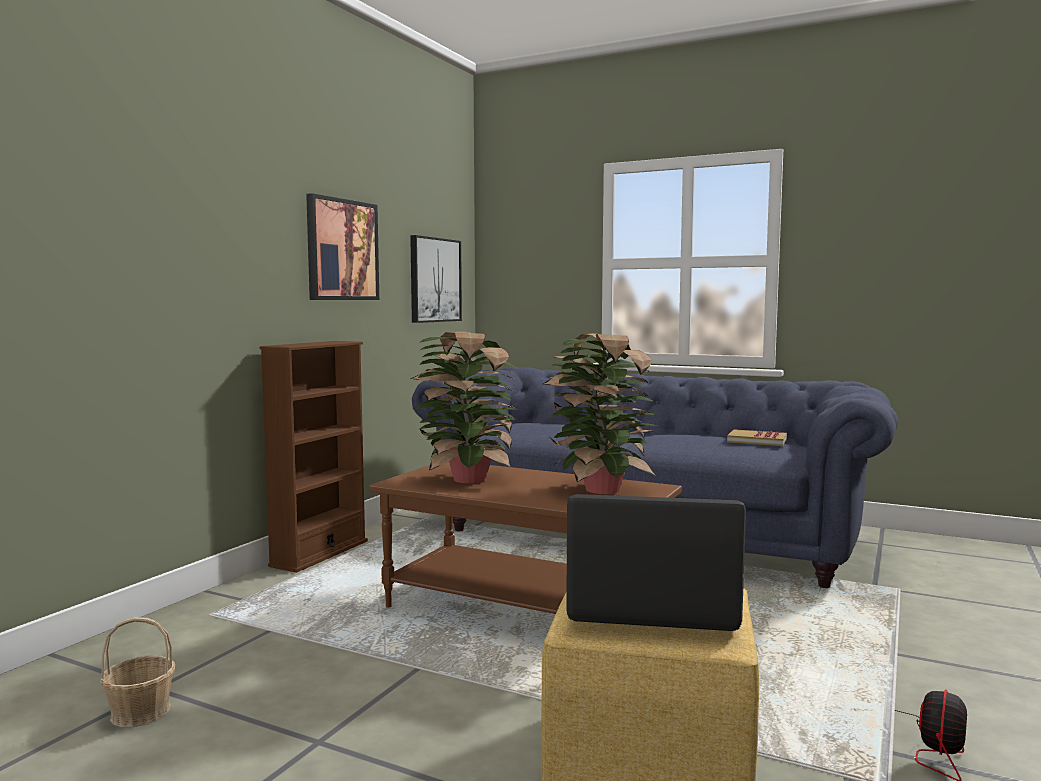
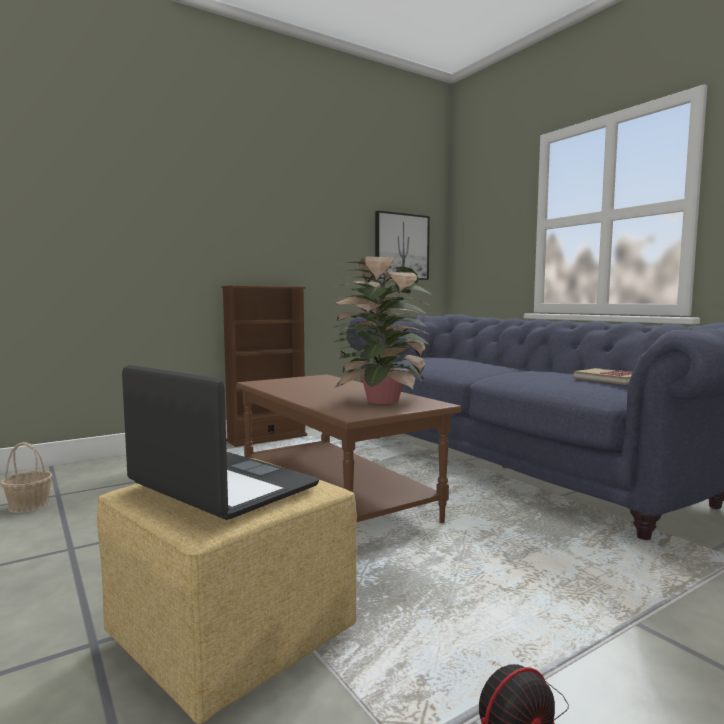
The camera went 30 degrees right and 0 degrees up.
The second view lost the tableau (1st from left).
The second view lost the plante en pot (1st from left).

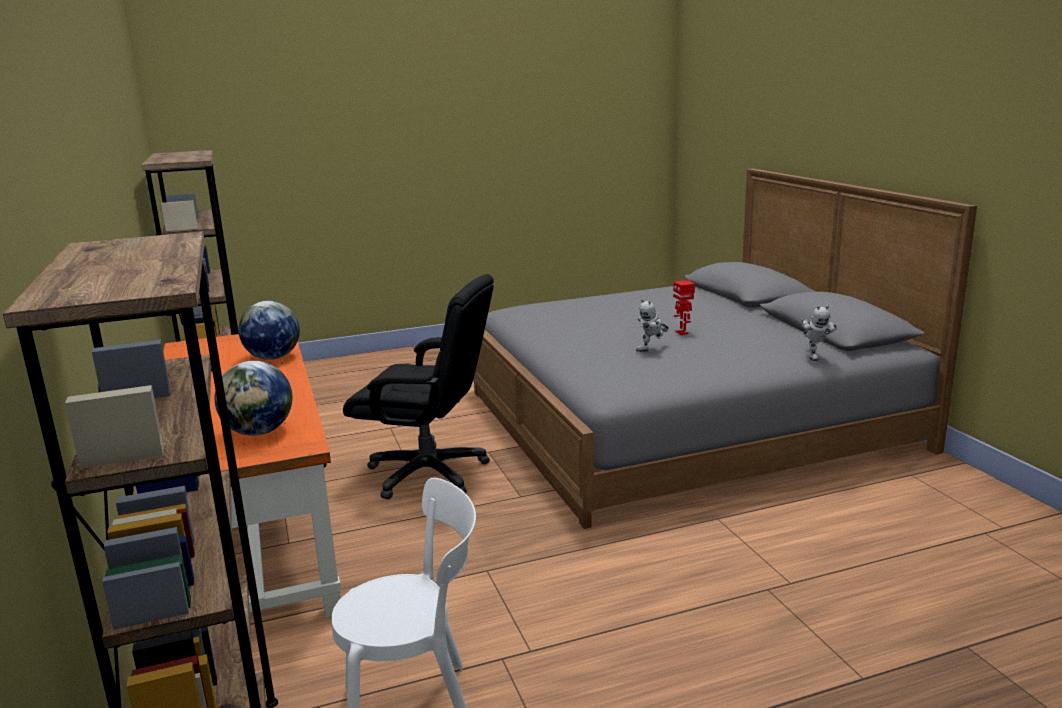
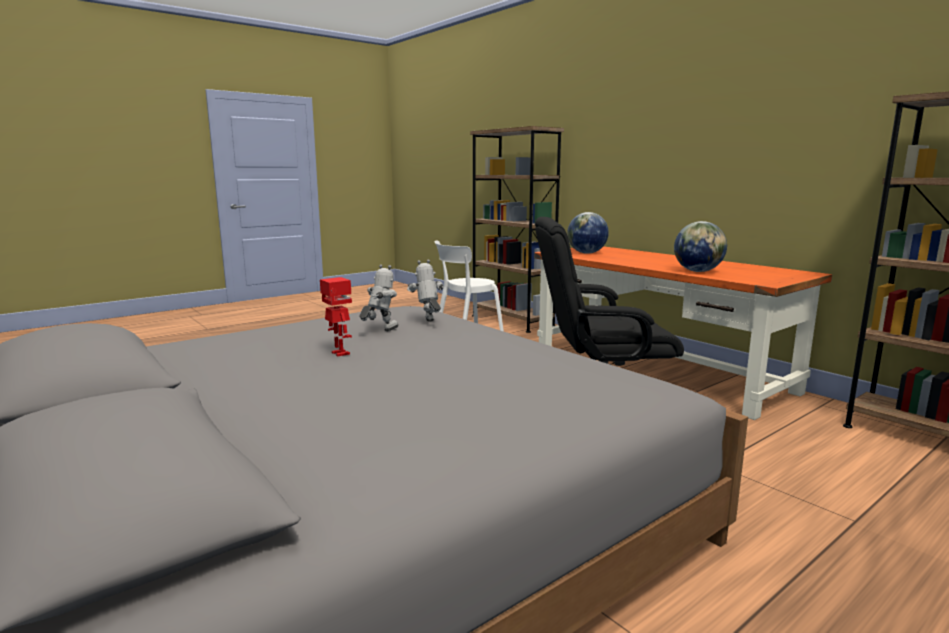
The camera went 160 degrees right and 5 degrees down.
The robot jouet (3rd from left) ended up elsewhere.

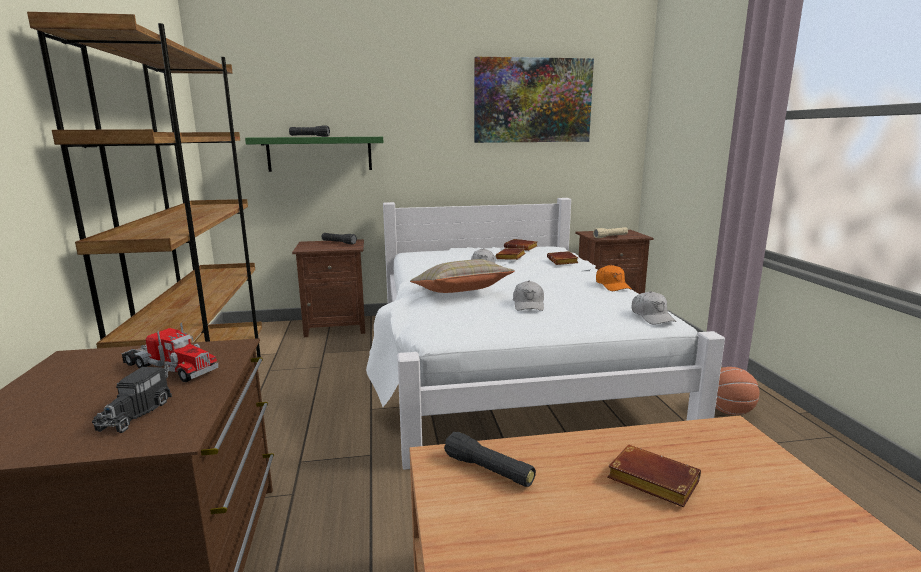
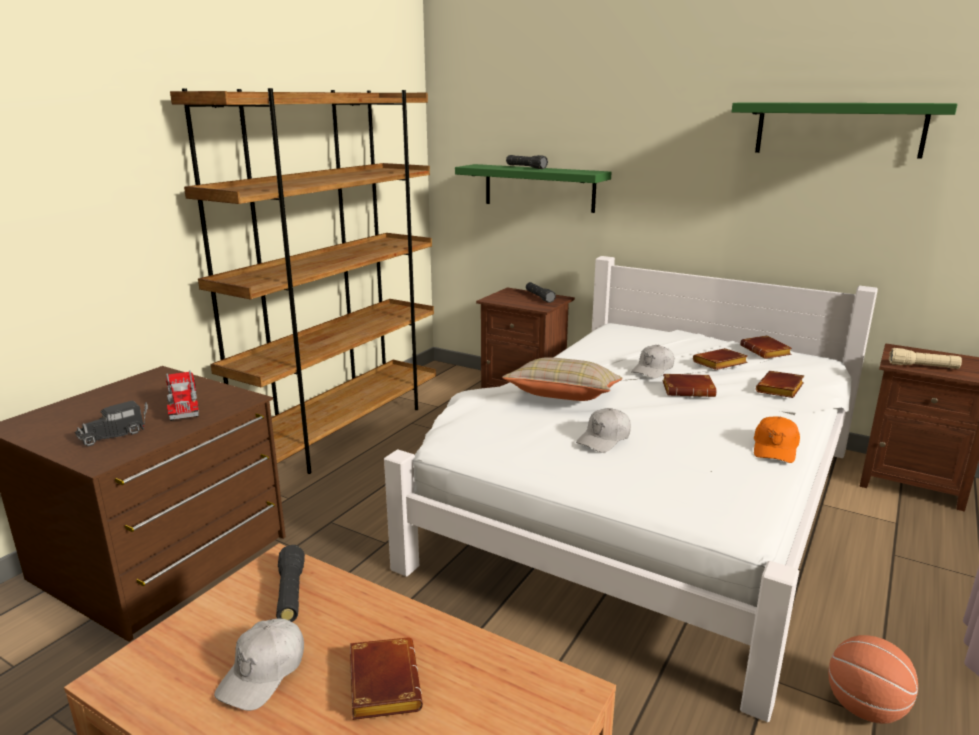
The camera went 40 degrees right and 5 degrees up.
Where the tableau hung, the étagère/vert (2nd from left) came to hang.
The casquette/blanc (3rd from left in the first image) ended up elsewhere.
The second view gained the livre/marron (2nd from left).

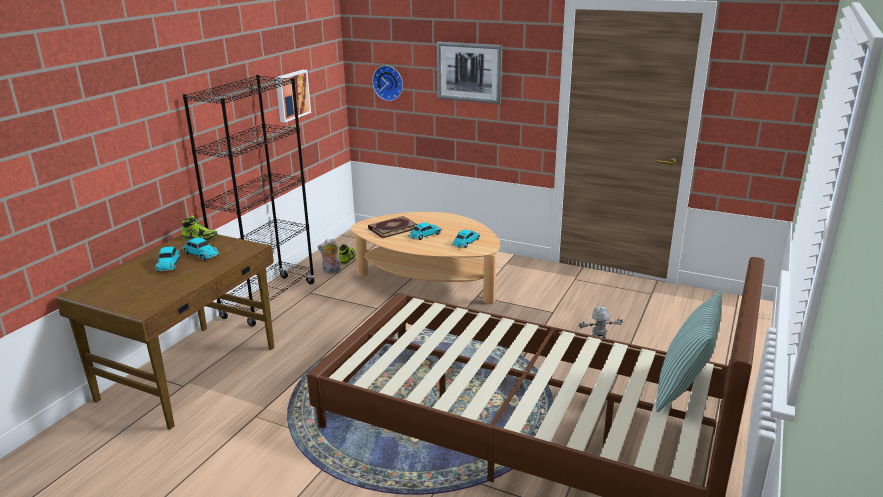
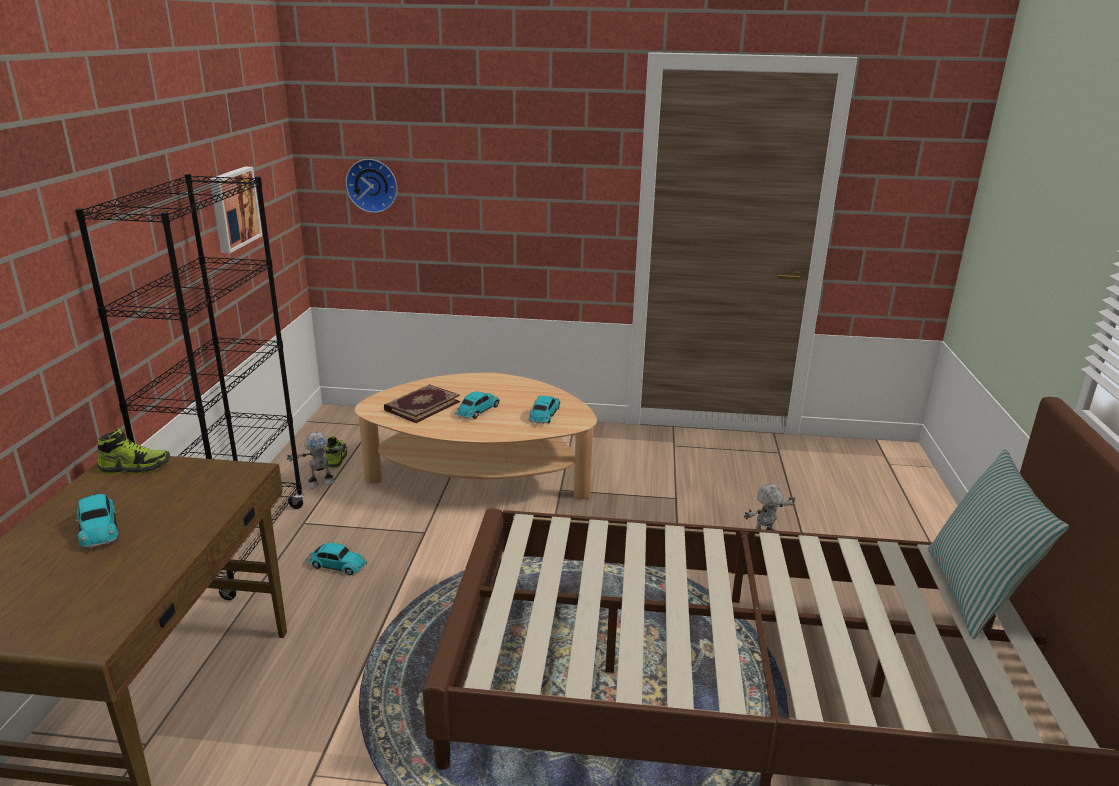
The camera went 20 degrees left and 0 degrees up.
The second view lost the tableau (2nd from left).
The petite voiture (2nd from left) ended up elsewhere.
Where the peluche stood, the robot jouet (1st from left) came to stand.

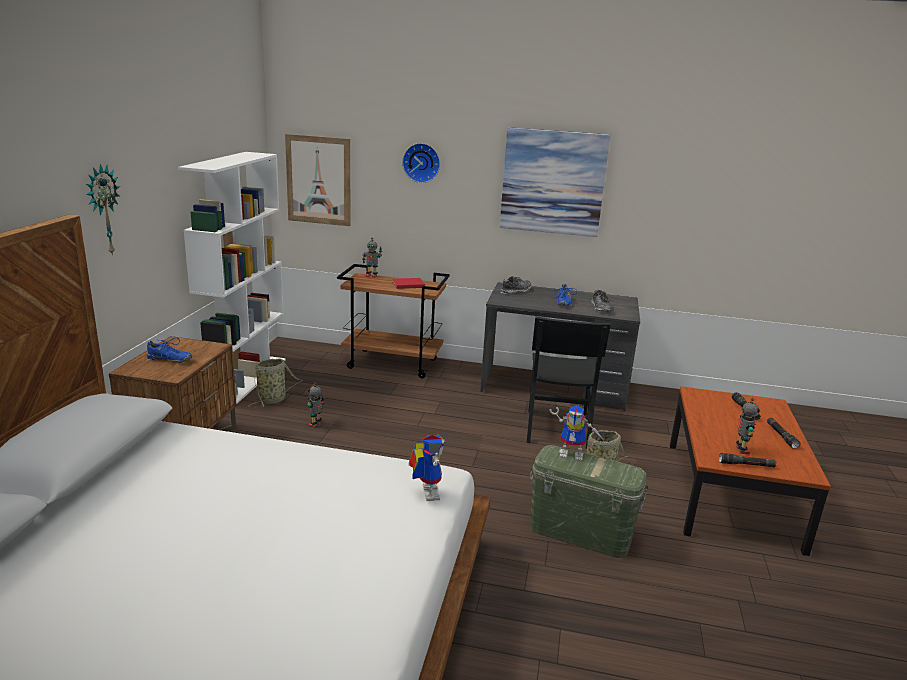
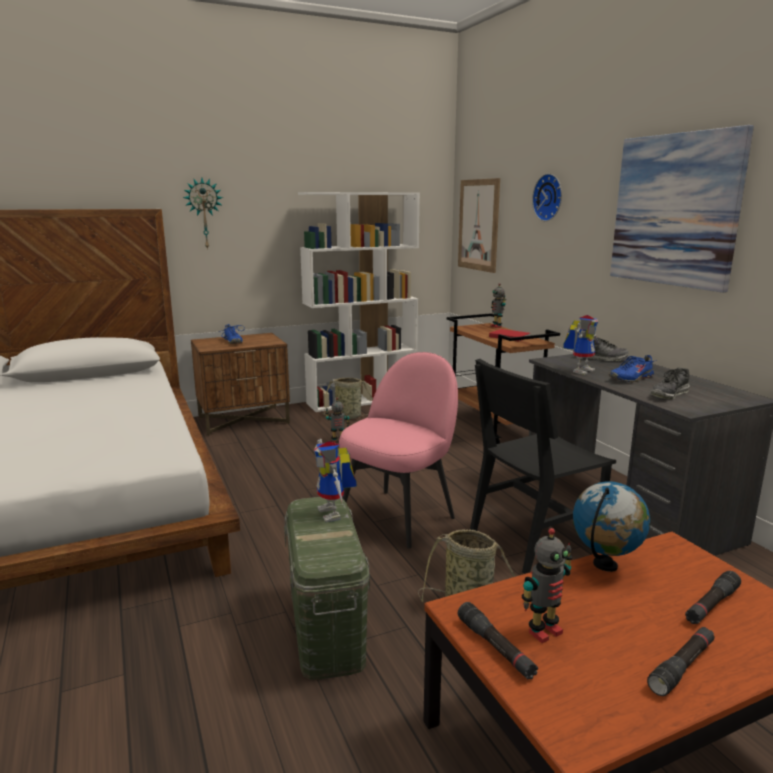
The camera went 55 degrees right and 5 degrees down.
The robot jouet (3rd from left in the first image) ended up elsewhere.
The second view gained the chaise/rose.
The second view gained the globe.

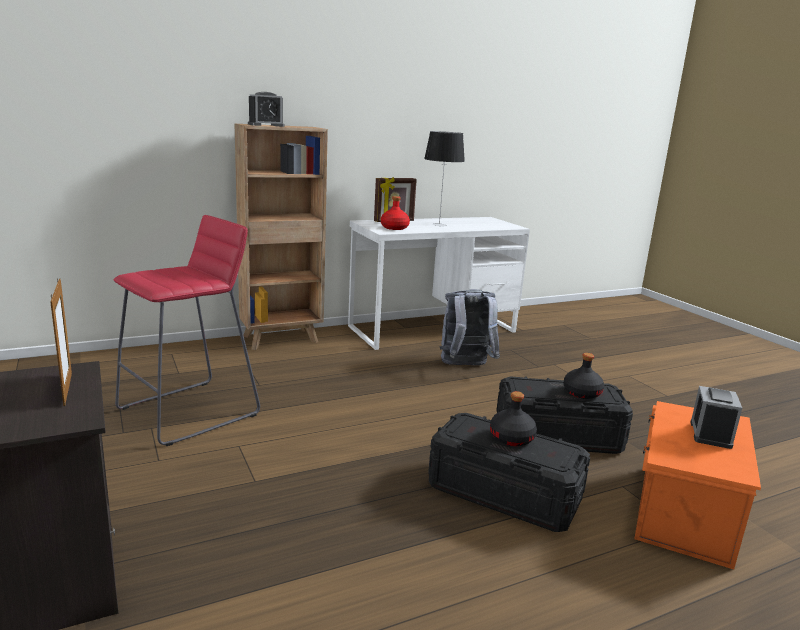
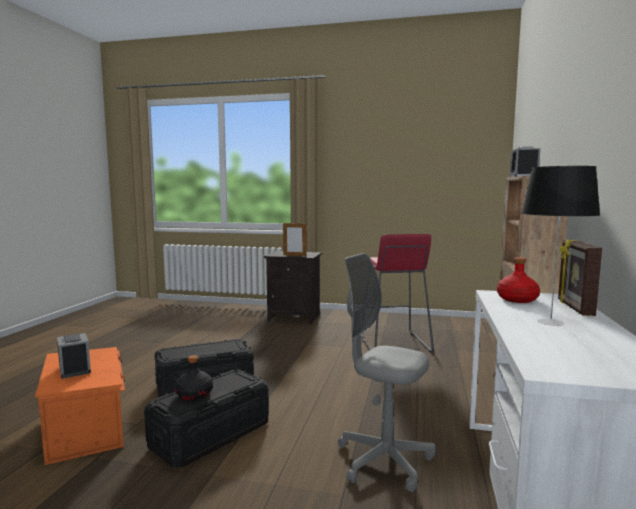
The camera went 130 degrees right and 10 degrees down.
Where the sac à dos/gris stood, the chaise de bureau/gris came to stand.
The second view lost the bouteille/noir (1st from left).

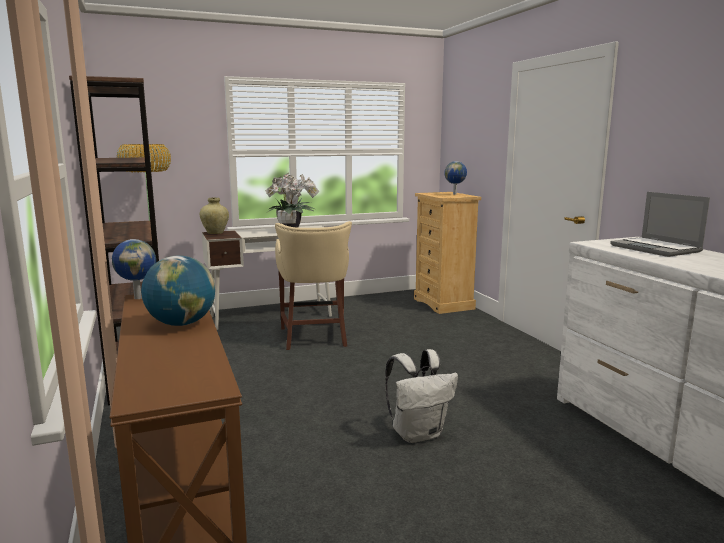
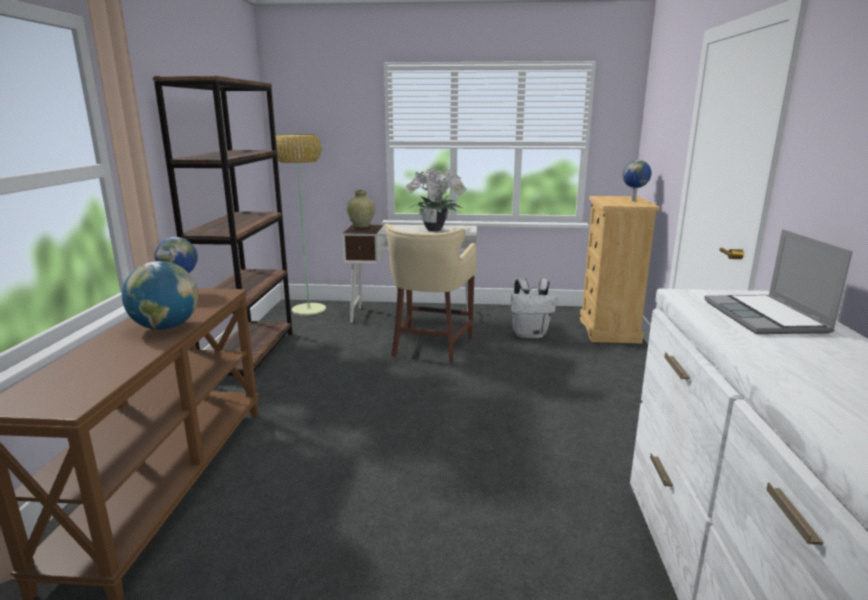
The camera went 25 degrees right and 5 degrees up.
The sac à dos/blanc ended up elsewhere.

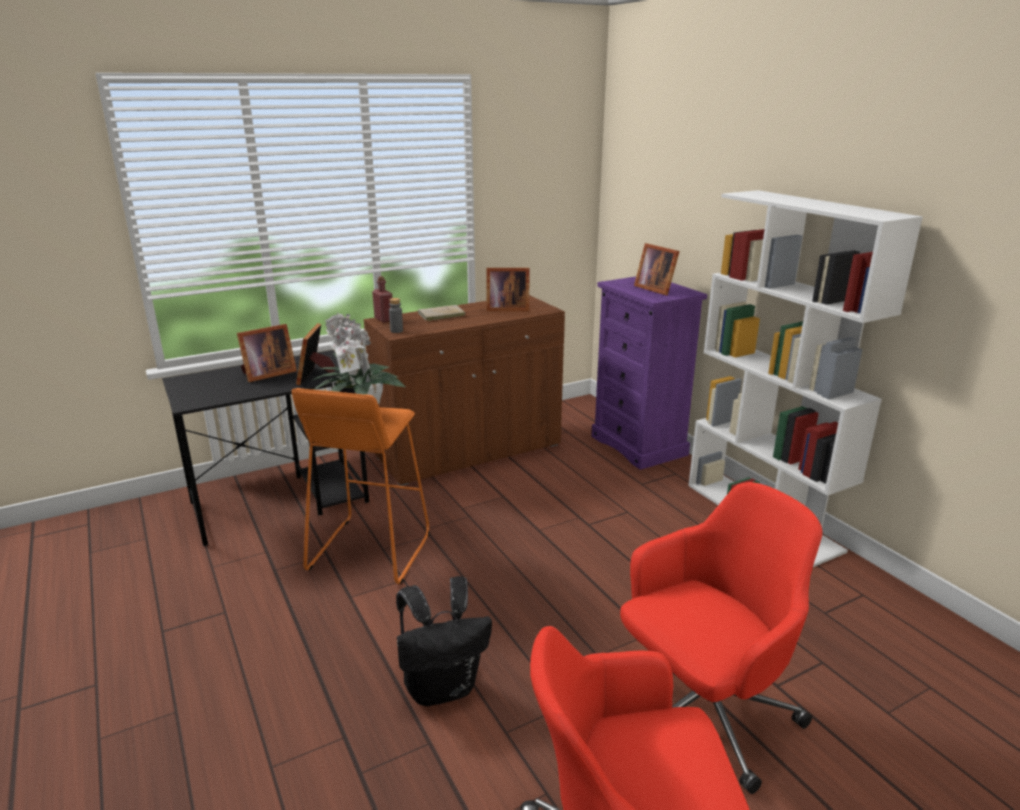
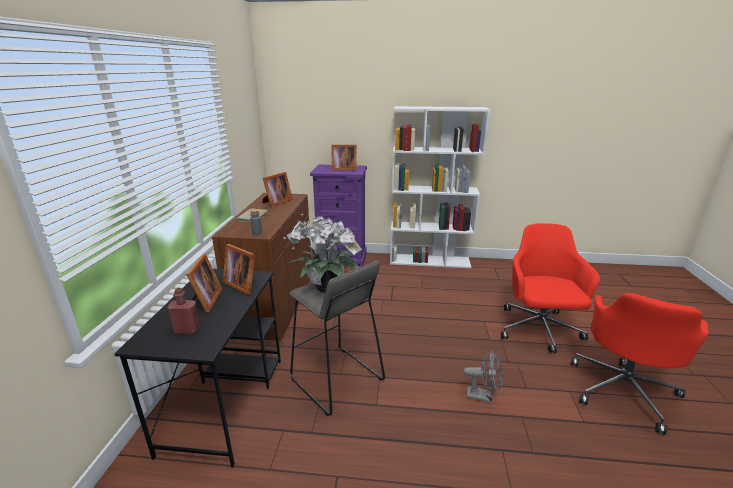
The camera went 55 degrees left and 0 degrees up.
The bouteille/rouge ended up elsewhere.
What was the tabouret/orange turned into the tabouret/gris.
Where the sac à dos/noir stood, the ventilateur/gris came to stand.

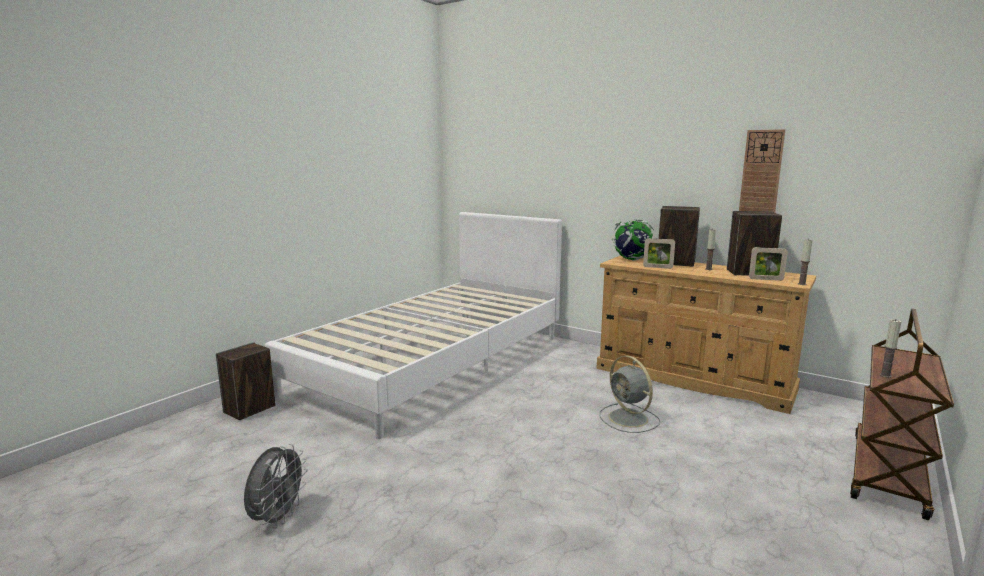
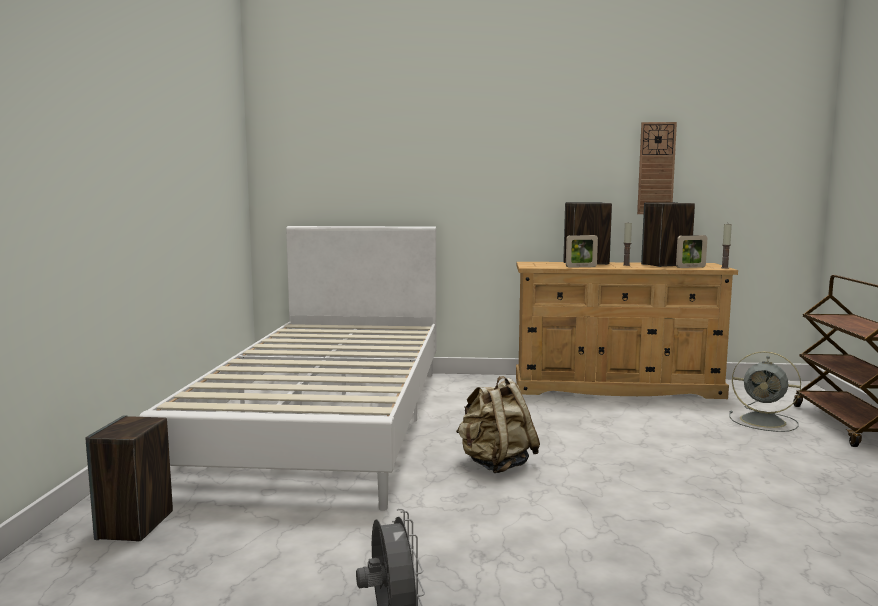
The camera went 30 degrees left and 5 degrees down.
The second view lost the globe.
The second view lost the bougie (3rd from left).
The ventilateur/gris (2nd from left) ended up elsewhere.
The second view gained the sac à dos/beige.

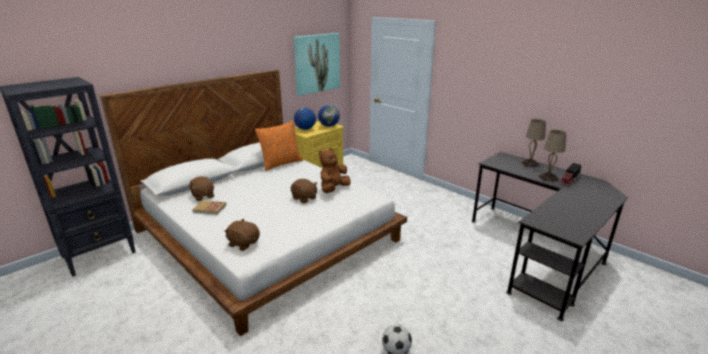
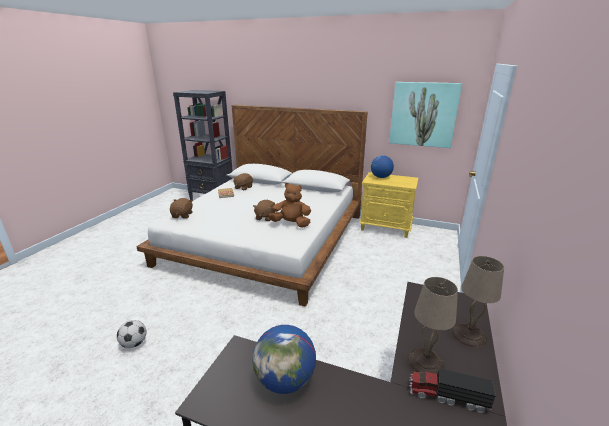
The camera went 65 degrees right and 0 degrees up.
The globe (2nd from left in the first image) ended up elsewhere.
The second view lost the coussin/orange.

